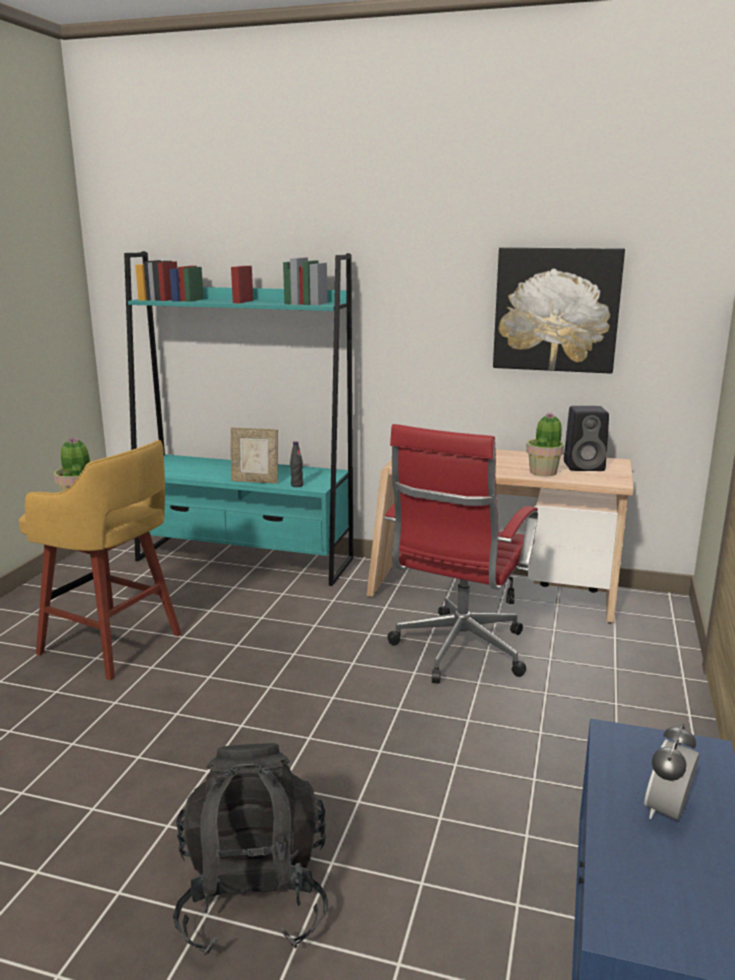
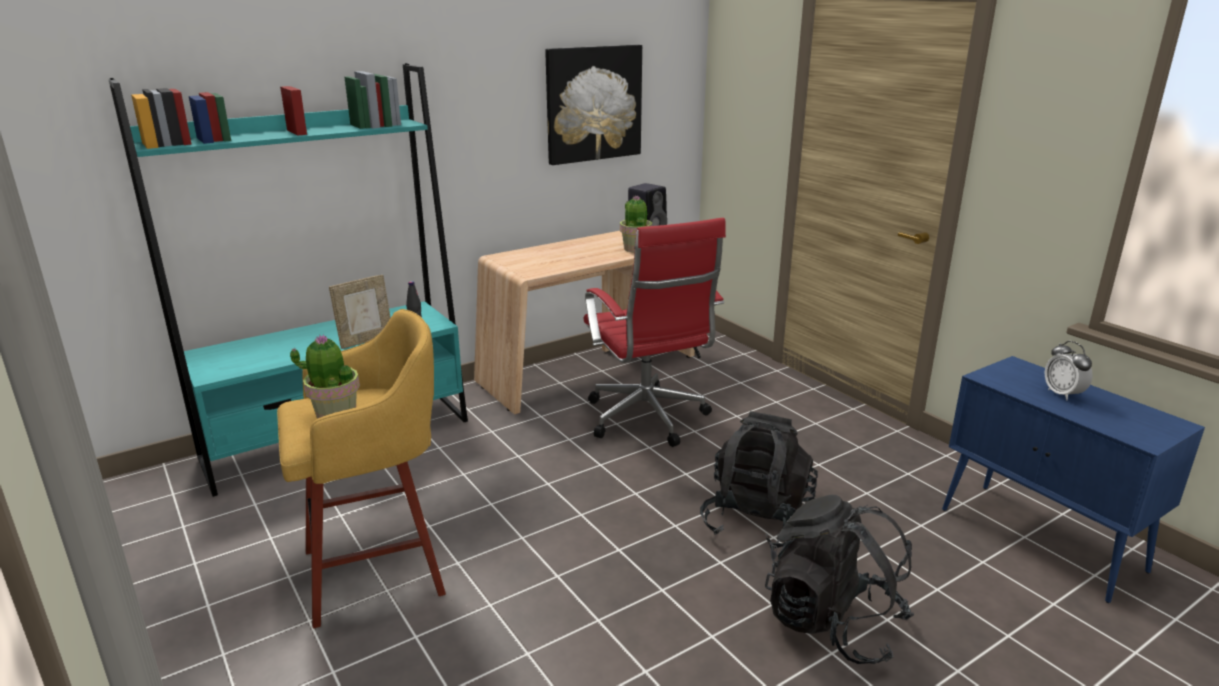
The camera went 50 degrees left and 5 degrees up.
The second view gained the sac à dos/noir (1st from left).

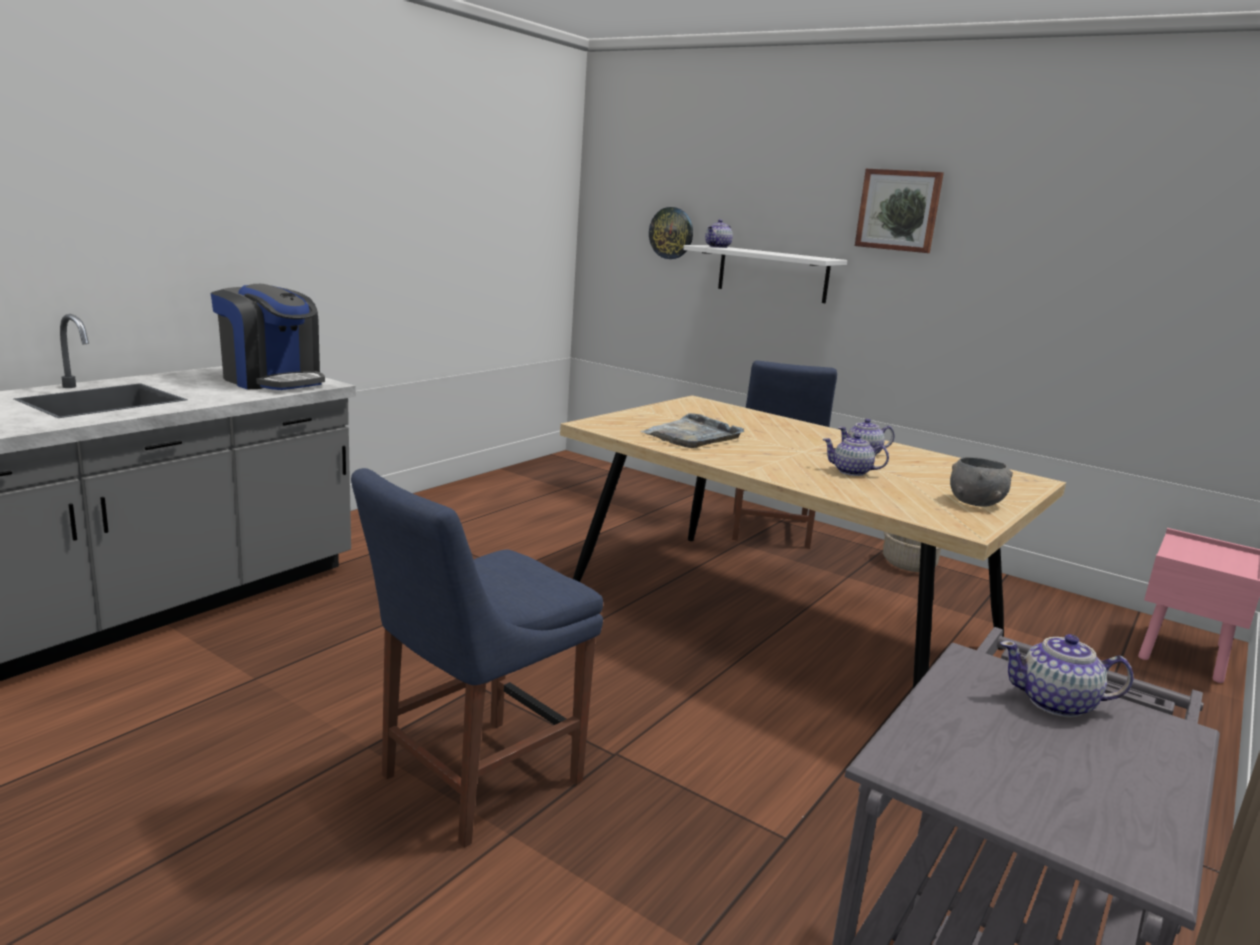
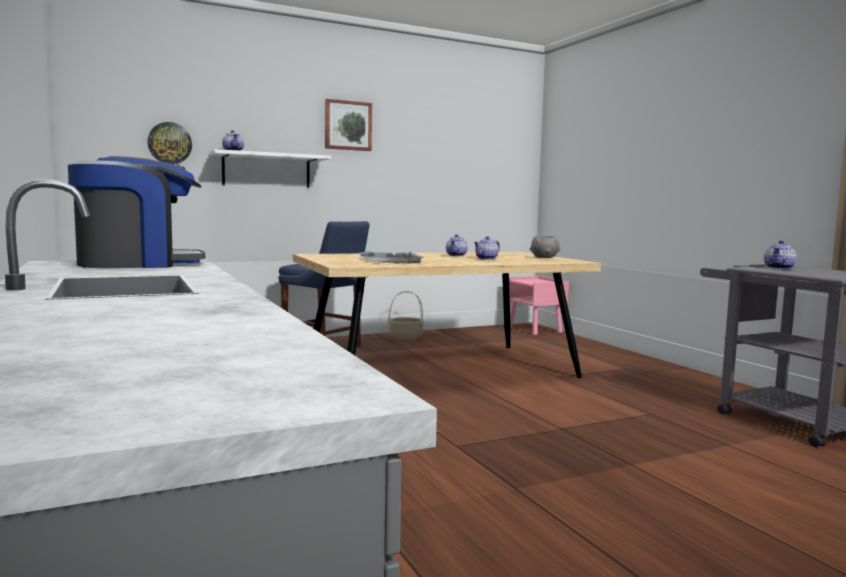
The camera went 60 degrees left and 10 degrees down.
The second view lost the chaise/bleu (1st from left).

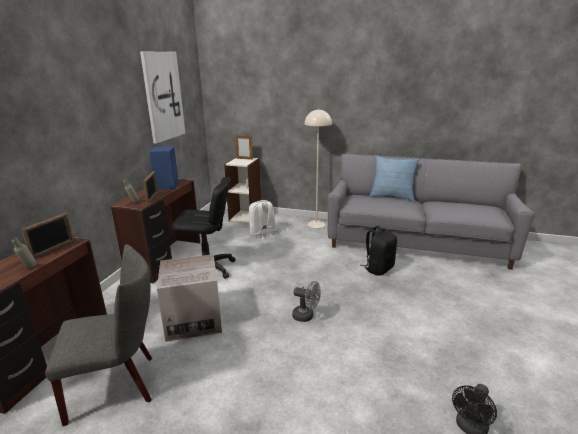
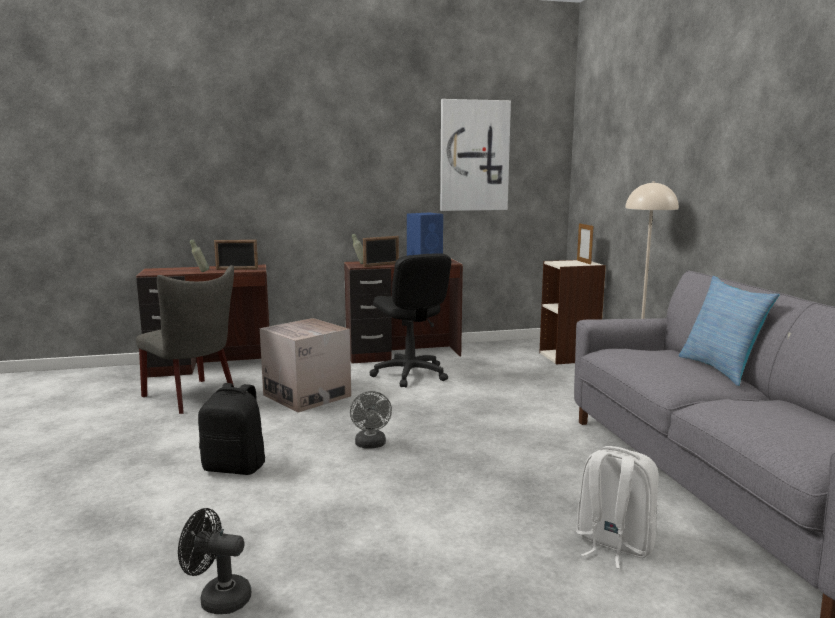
The camera went 60 degrees right and 10 degrees down.
The sac à dos/blanc ended up elsewhere.
The sac à dos/noir ended up elsewhere.

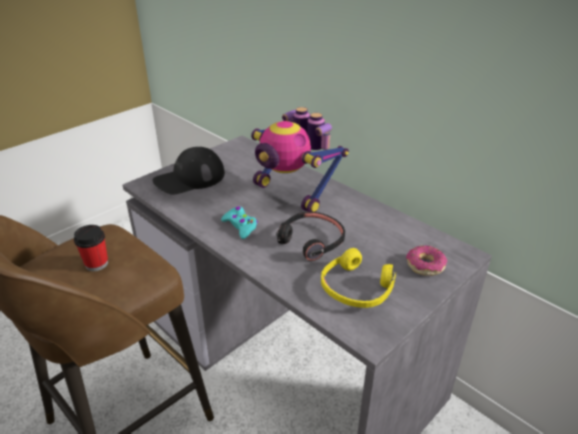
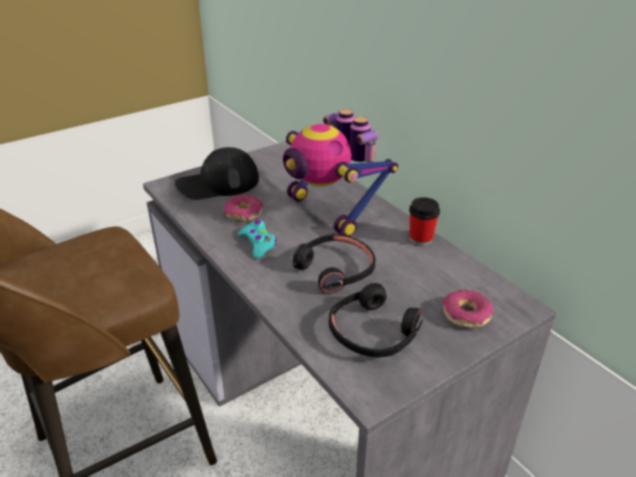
The camera went 10 degrees right and 0 degrees up.
The tasse ended up elsewhere.
What was the casque audio/jaune turned into the casque audio/noir (2nd from left).
The second view gained the beignet (1st from left).

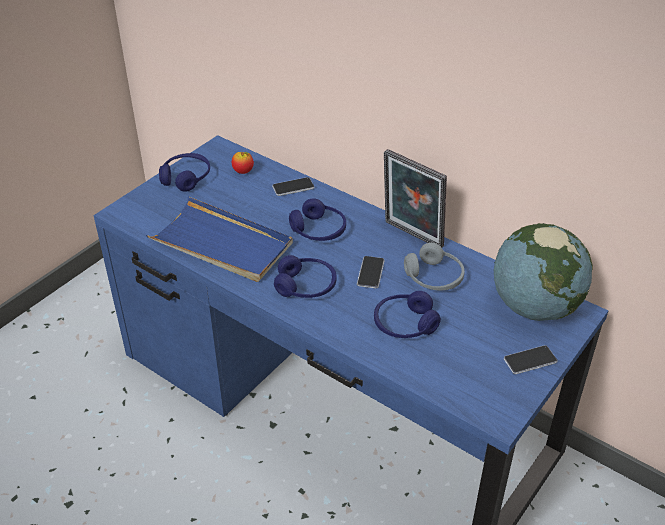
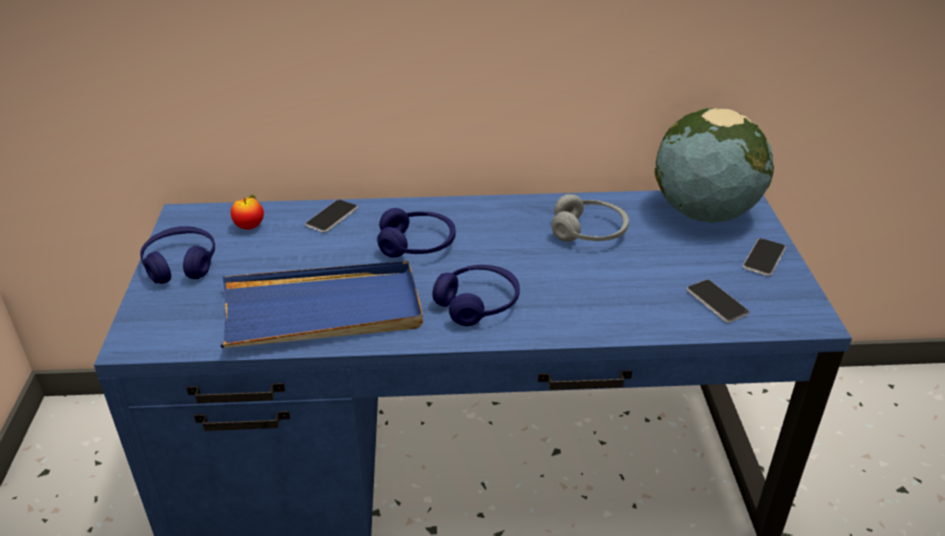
The camera went 40 degrees left and 5 degrees down.
The second view lost the cadre photo.
The téléphone (2nd from left) ended up elsewhere.
The second view lost the casque audio/bleu (4th from left).

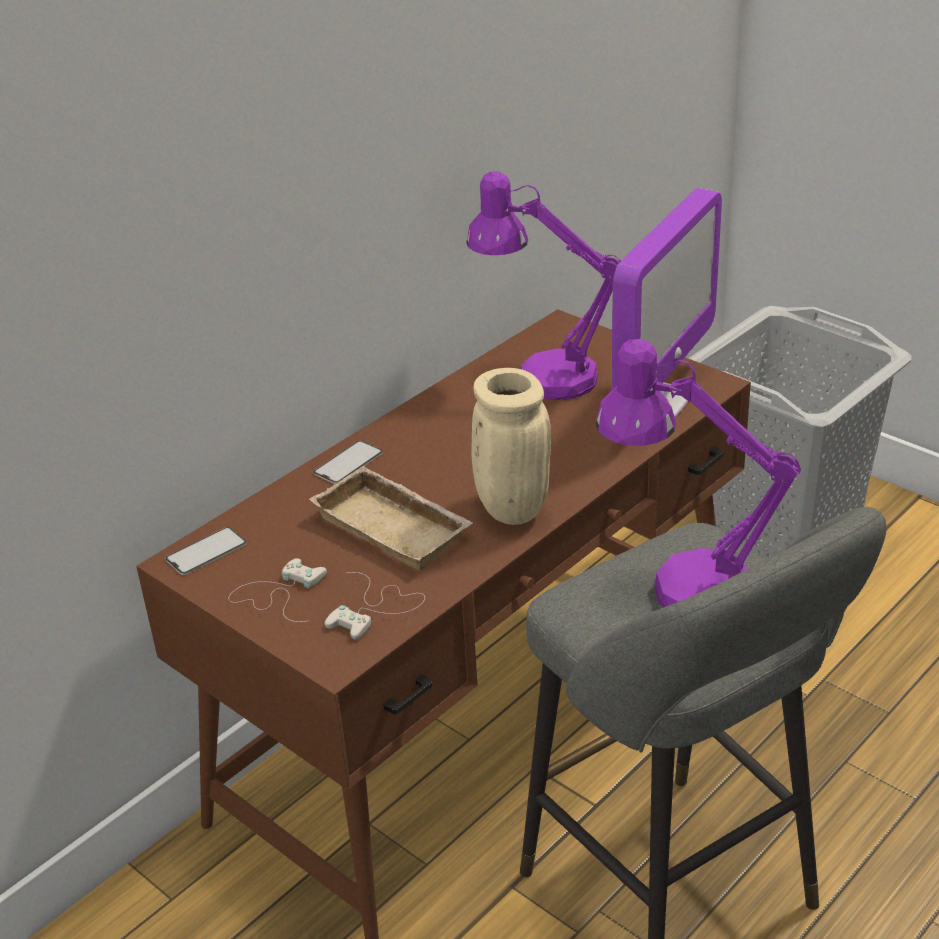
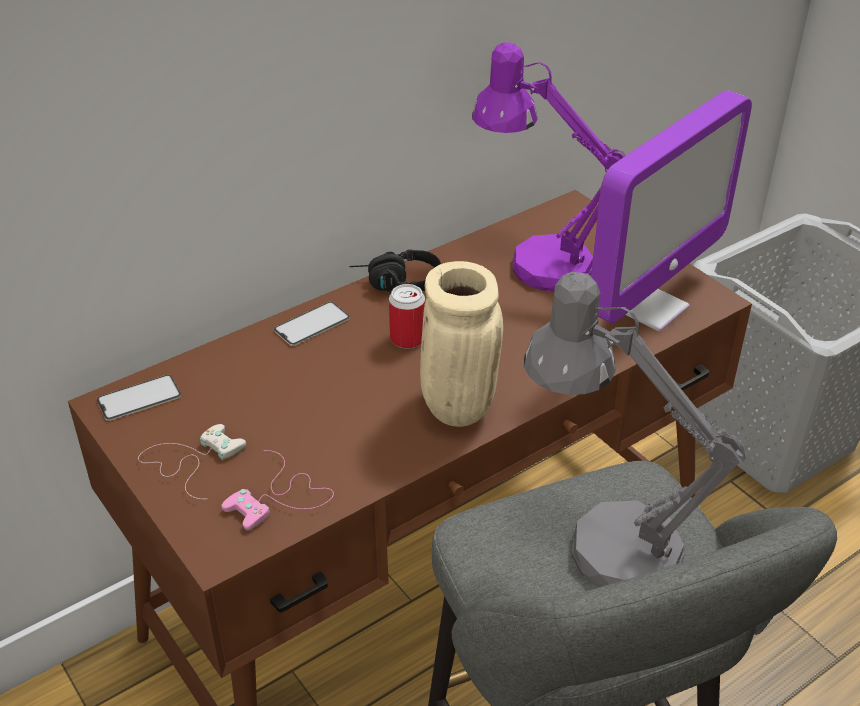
The camera went 10 degrees right and 5 degrees up.
What was the lampe de table/violet (2nd from left) turned into the lampe de table/gris.
The second view lost the plateau/beige.
What was the manette/blanc (2nd from left) turned into the manette/rose.
The second view gained the casque audio/noir.
The second view gained the boîte métallique.

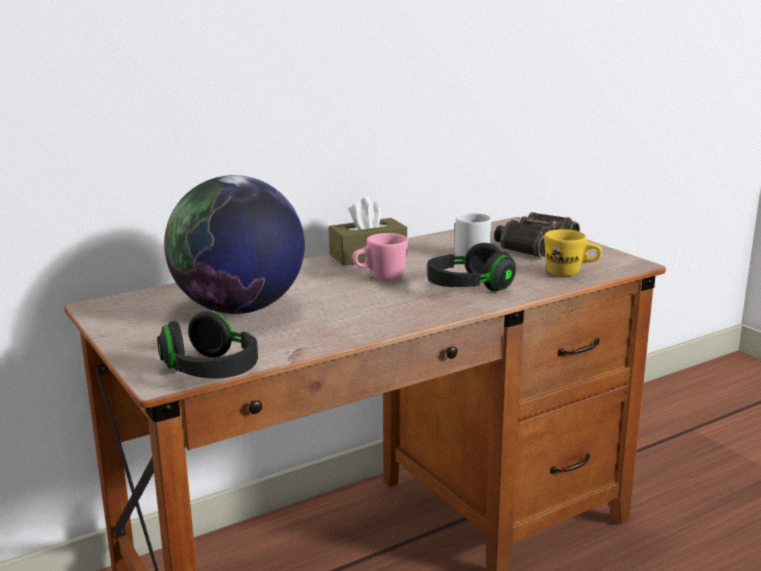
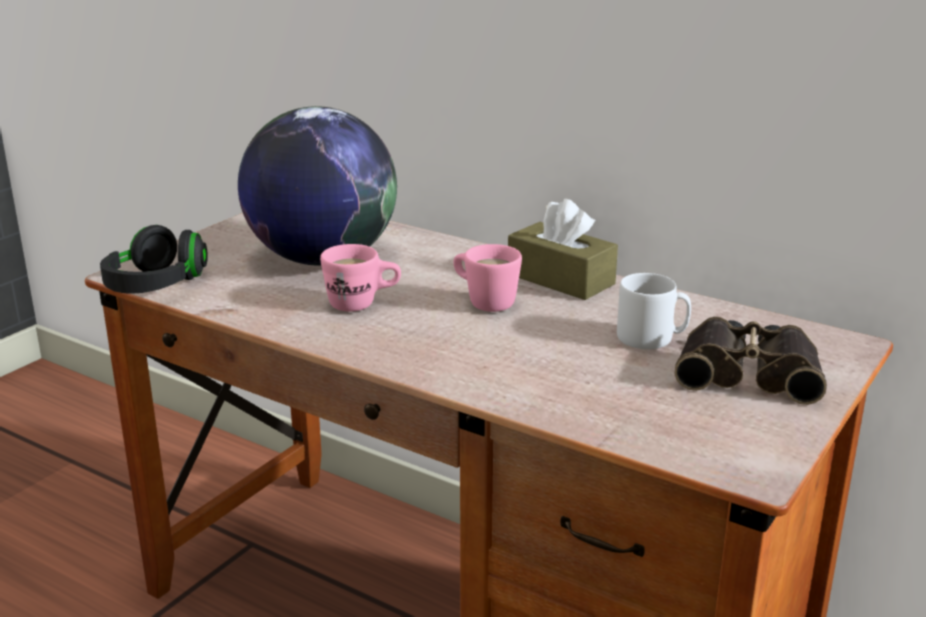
The camera went 65 degrees right and 5 degrees up.
The second view lost the mug/jaune.
The second view lost the casque audio/noir (2nd from left).
The second view gained the mug/rose (1st from left).

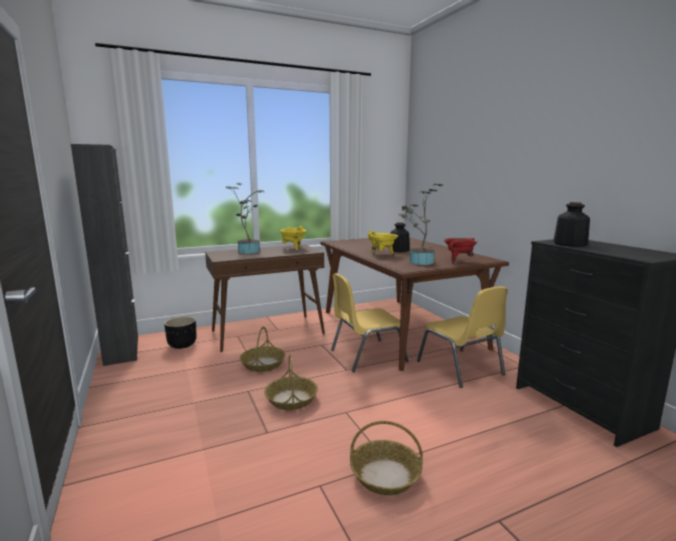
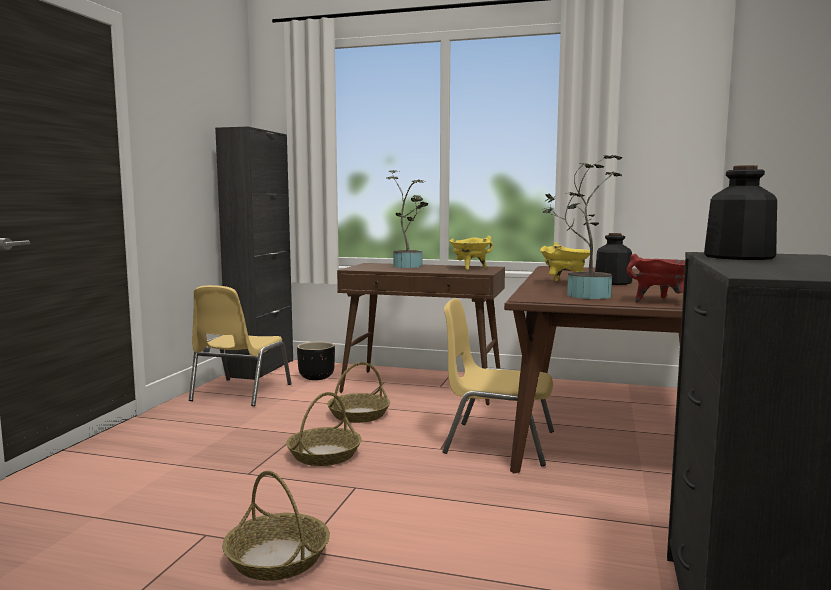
The camera went 40 degrees right and 5 degrees down.
The chaise/jaune (2nd from left in the first image) ended up elsewhere.

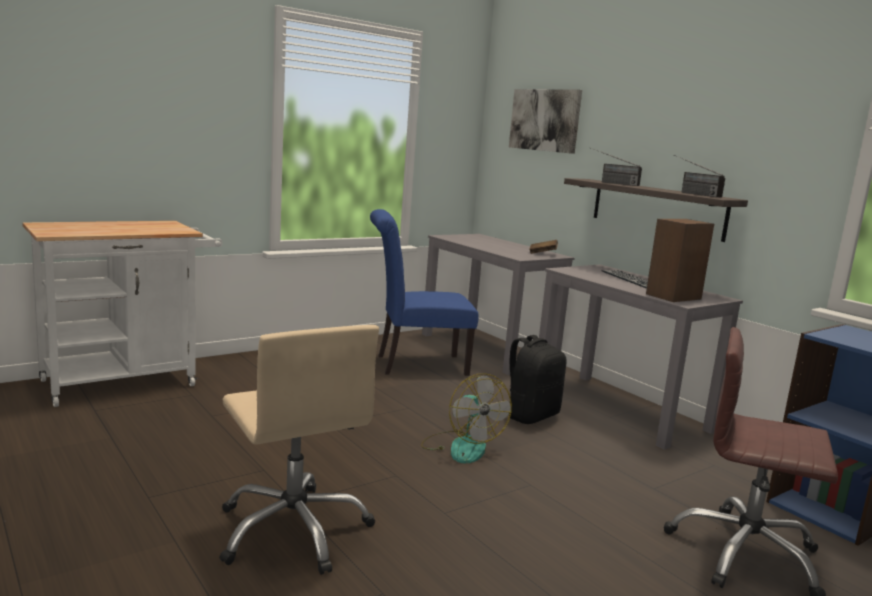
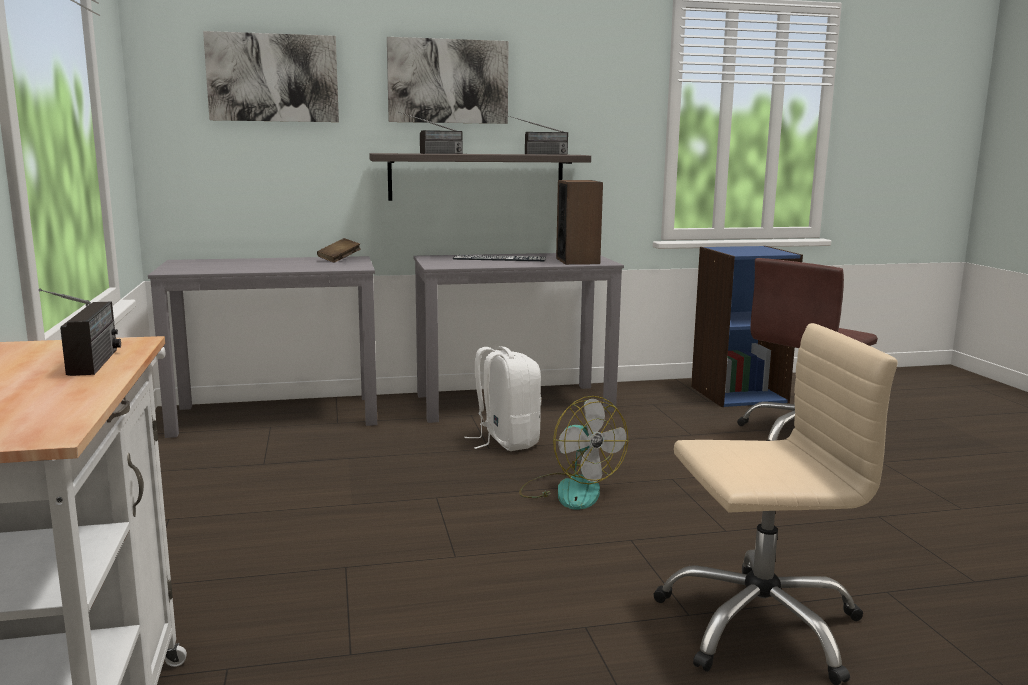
The camera went 65 degrees left and 0 degrees up.
The second view lost the chaise/bleu.
What was the sac à dos/noir turned into the sac à dos/blanc.
The ventilateur ended up facing another way, 60 degrees clockwise from before.
The second view gained the tableau (2nd from left).
The second view gained the radio (1st from left).

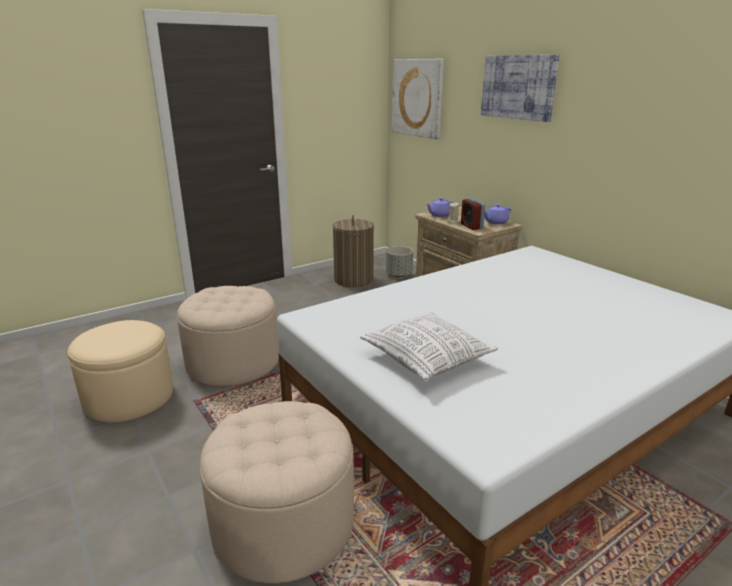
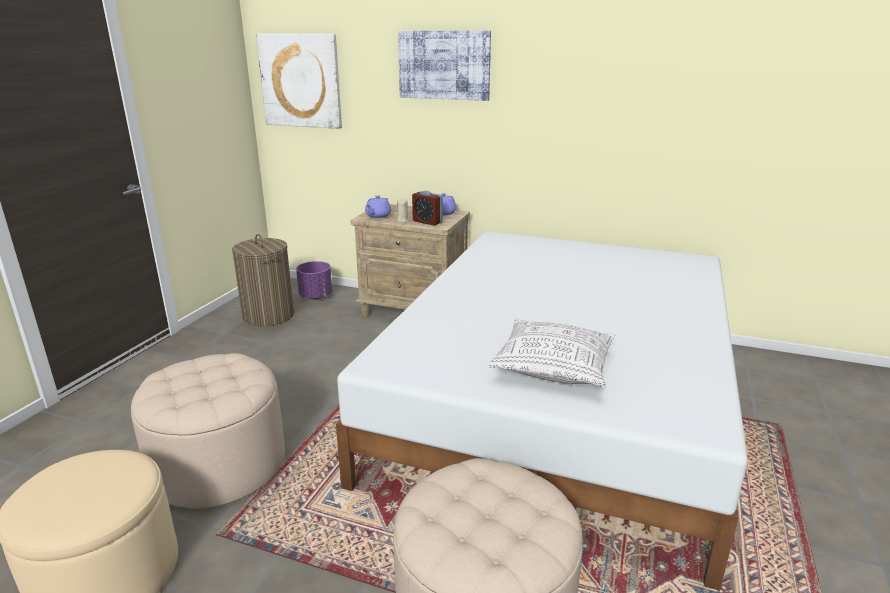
The camera went 35 degrees left and 0 degrees up.
What was the cache-pot/gris turned into the cache-pot/violet.

